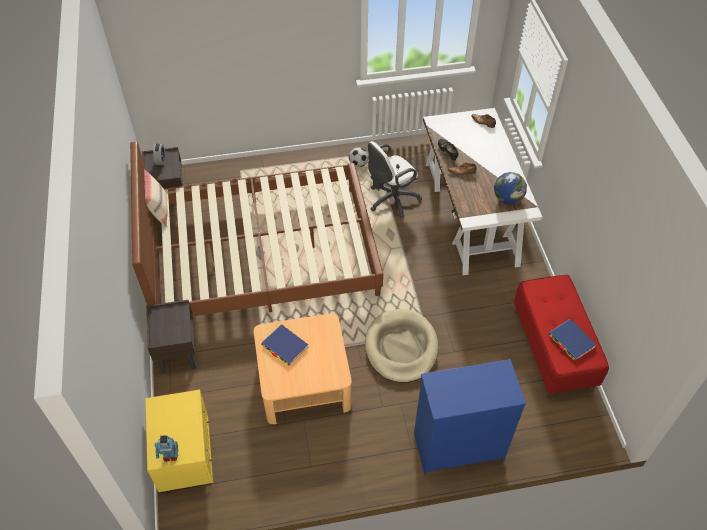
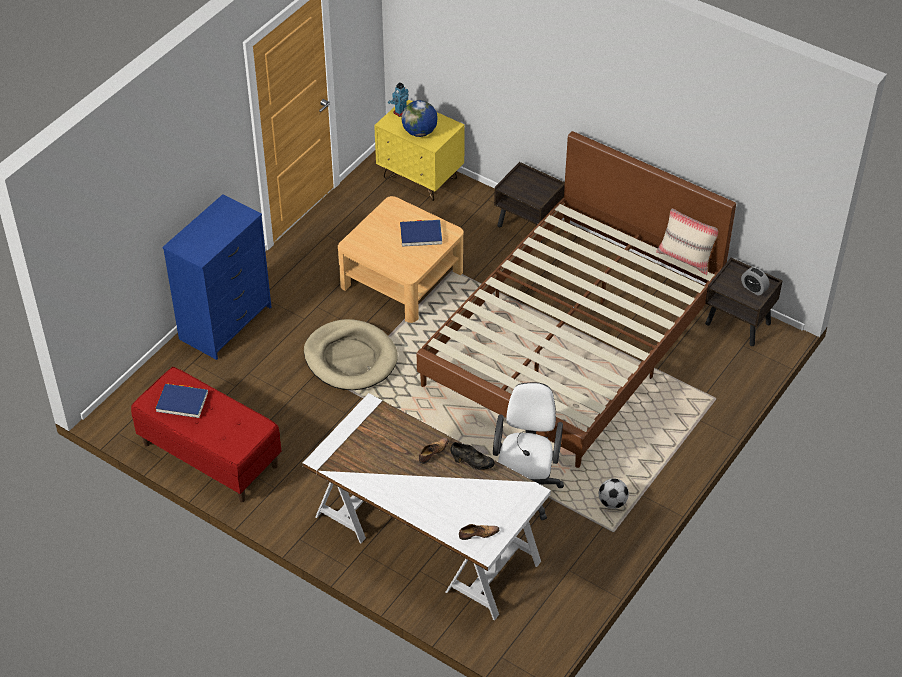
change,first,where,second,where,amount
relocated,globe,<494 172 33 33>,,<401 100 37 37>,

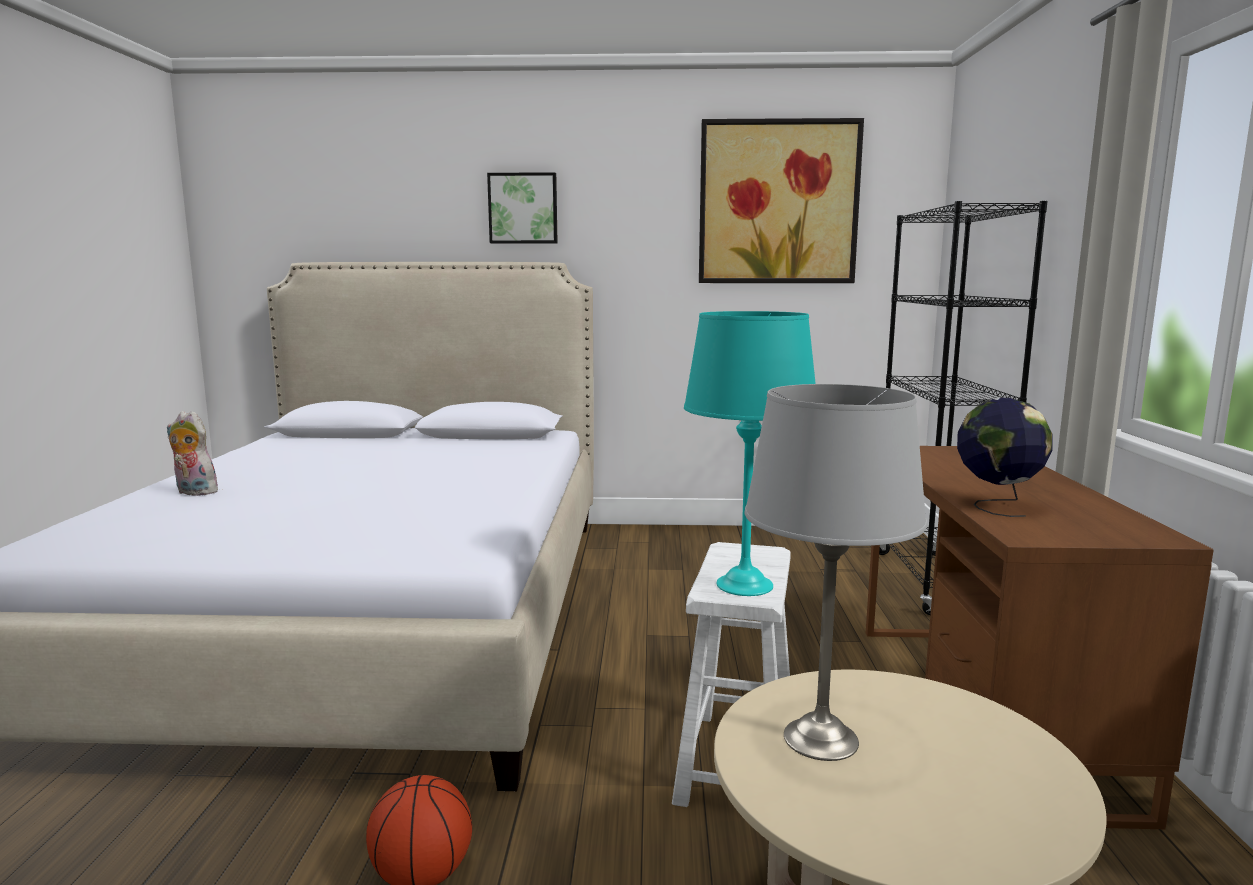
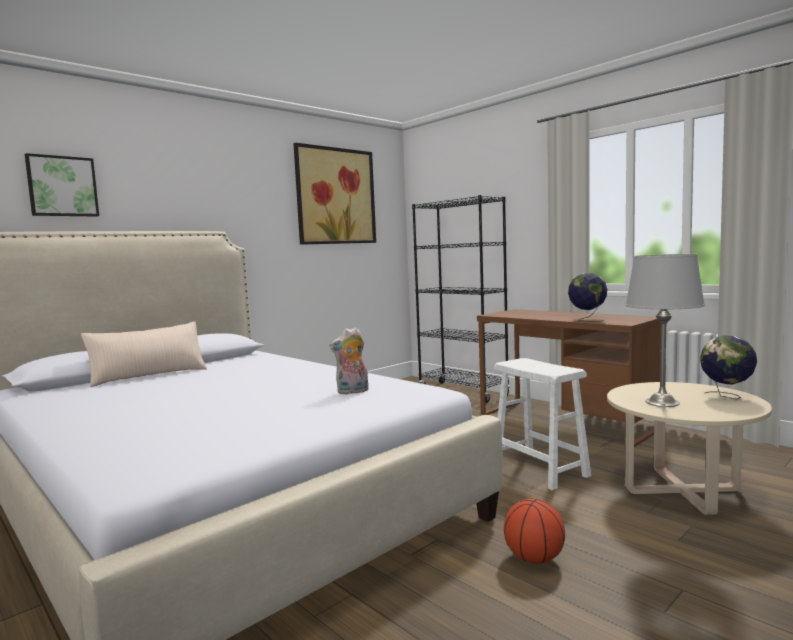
change,first,where,second,where,amount
relocated,picture,<487 172 71 71>,,<25 153 74 63>,
appeared,,,pillow (beige),<81 322 126 65>,
relocated,plush toy,<167 411 51 85>,,<329 327 40 67>,
appeared,,,globe,<700 335 57 64>,
missing,table lamp (turquoise),<684 311 132 285>,,,

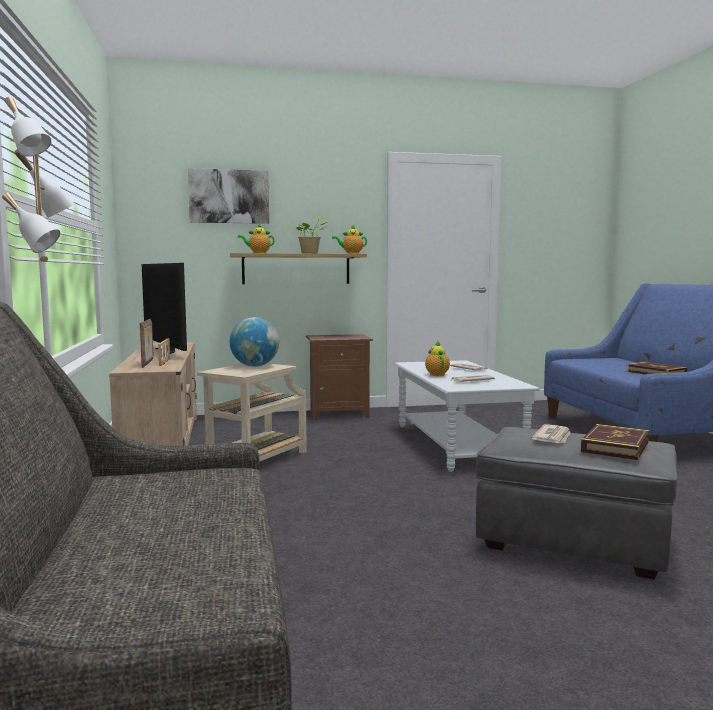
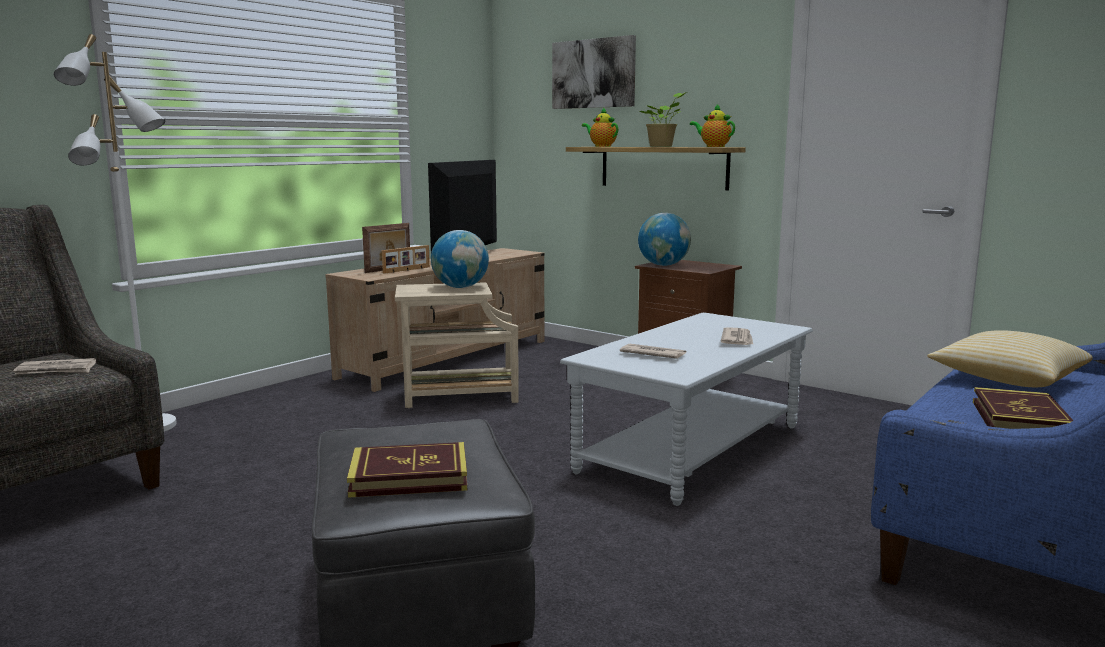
change,first,where,second,where,amount
relocated,newspaper,<532 424 39 19>,,<13 358 83 16>,
appeared,,,globe,<638 213 53 53>,
appeared,,,pillow,<927 330 166 57>,
missing,teapot,<425 341 25 35>,,,

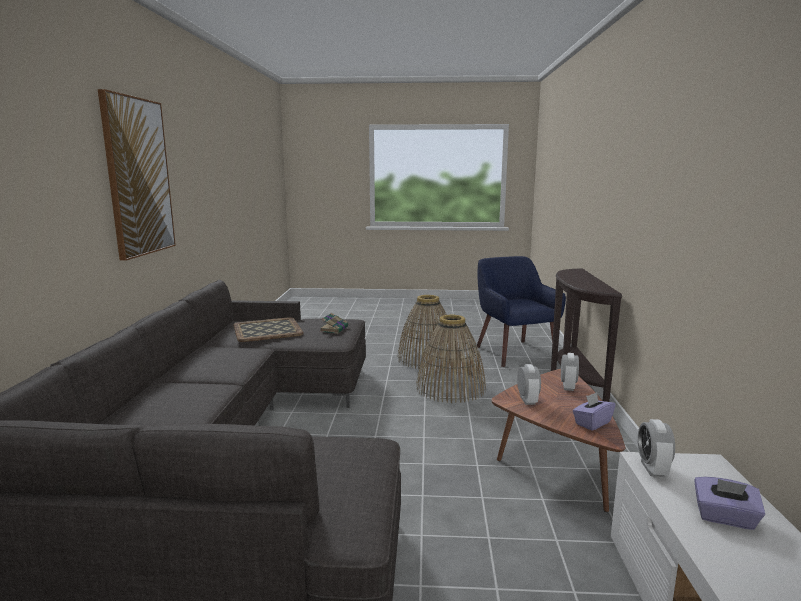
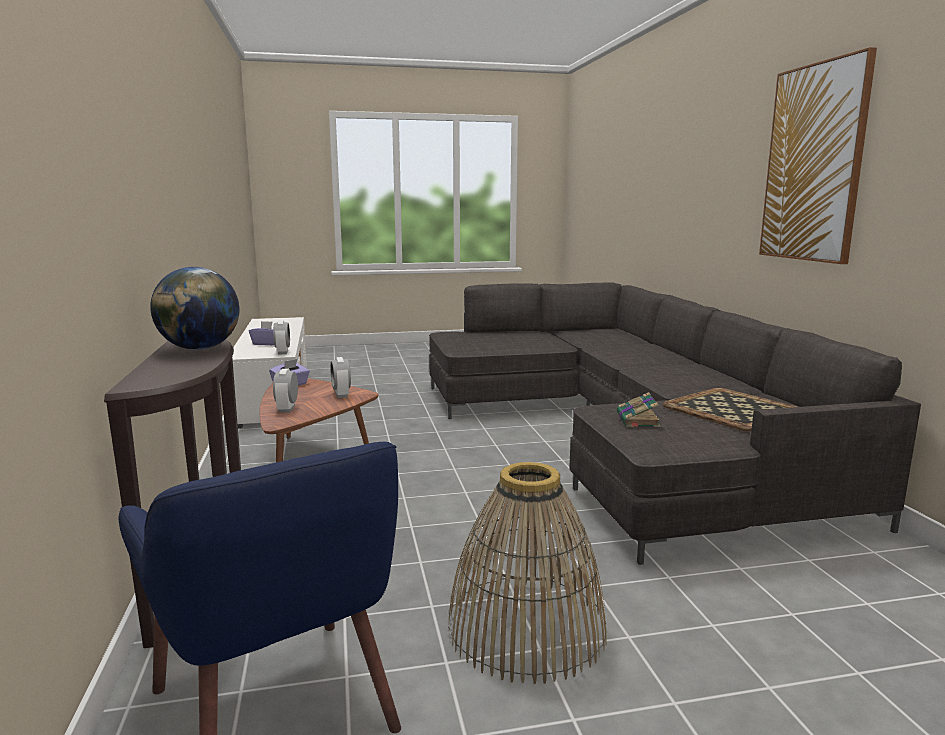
change,first,where,second,where,amount
appeared,,,globe,<150 267 89 83>,
missing,basket,<416 314 70 89>,,,

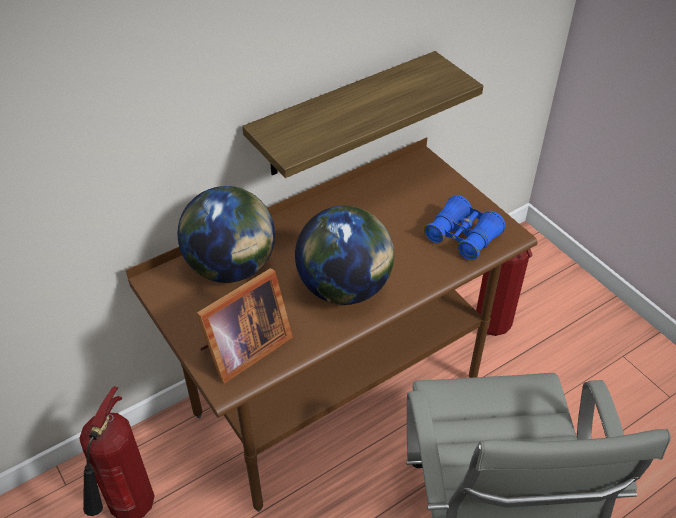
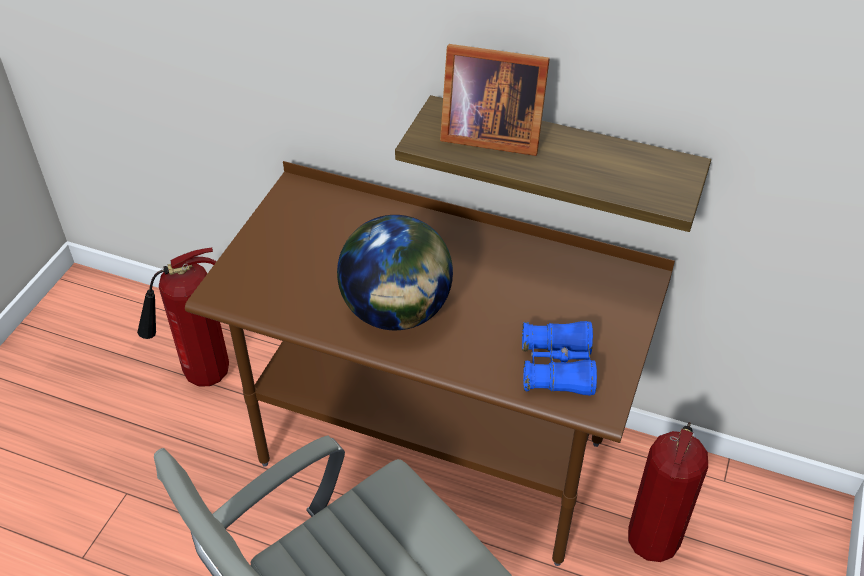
change,first,where,second,where,amount
relocated,picture frame,<197 268 96 116>,,<440 44 110 112>,
missing,globe,<178 186 97 97>,,,

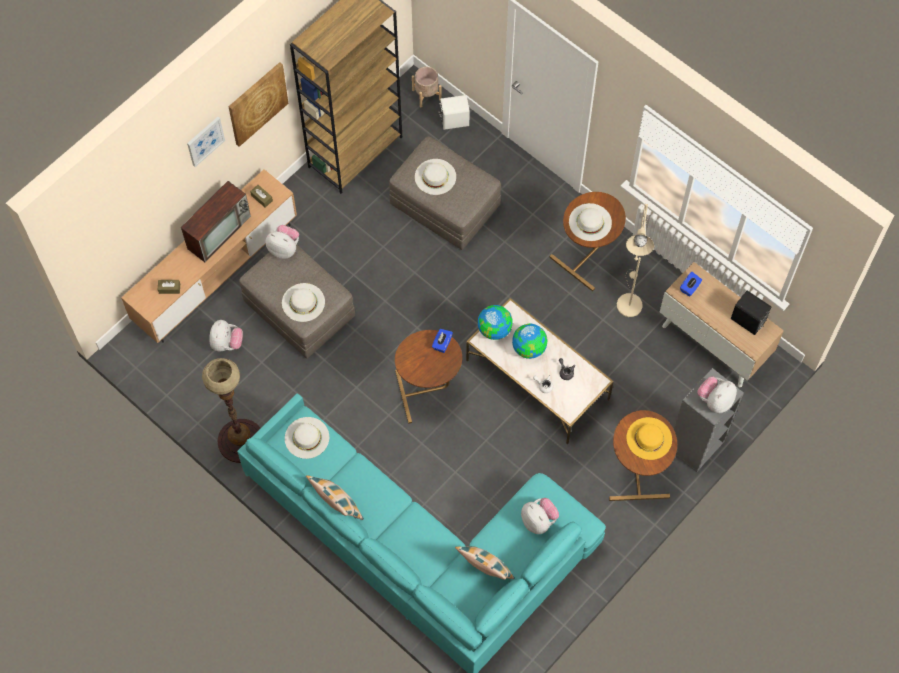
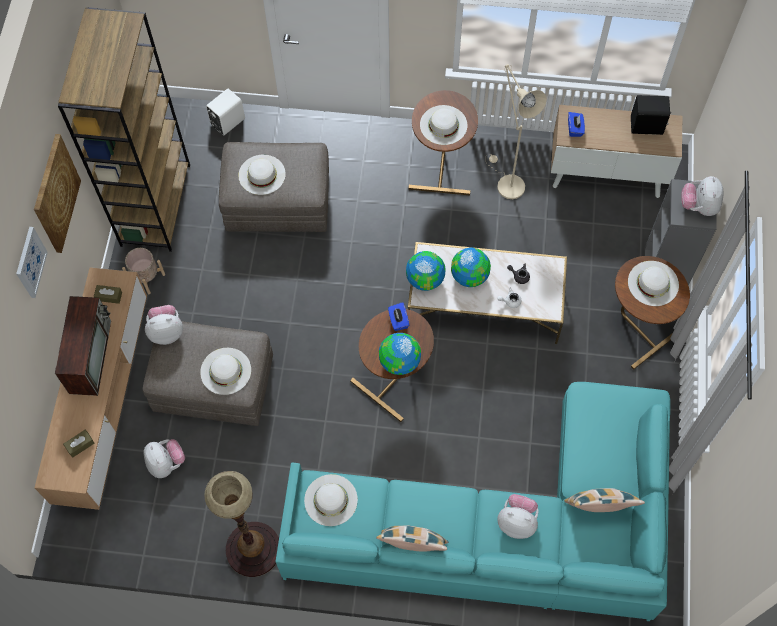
change,first,where,second,where,amount
relocated,planter (beige),<412 67 30 40>,,<122 248 43 46>,
appeared,,,globe,<379 333 42 42>,
relocated,plush toy,<521 498 38 36>,,<498 494 41 45>,
colour,hat (yellow),<626 417 46 43>,hat (white),<628 261 51 45>,

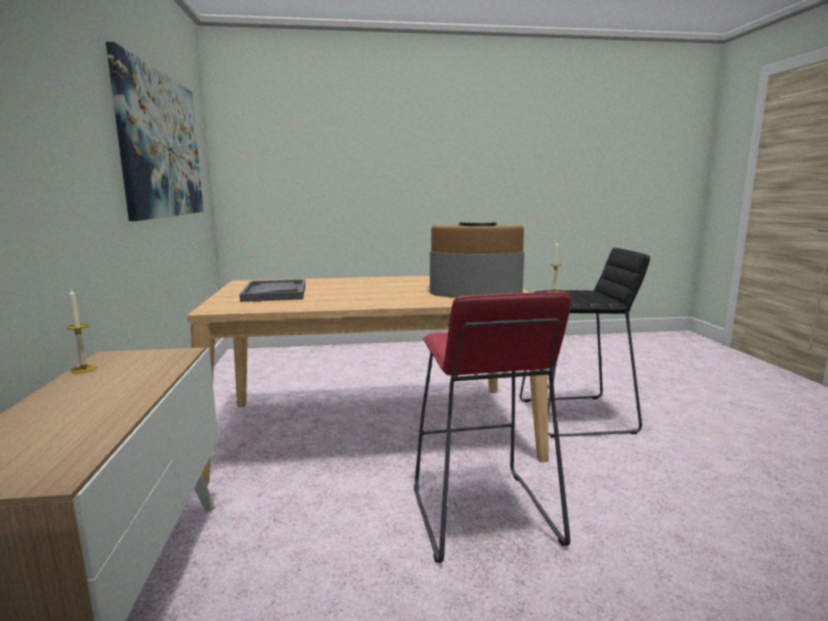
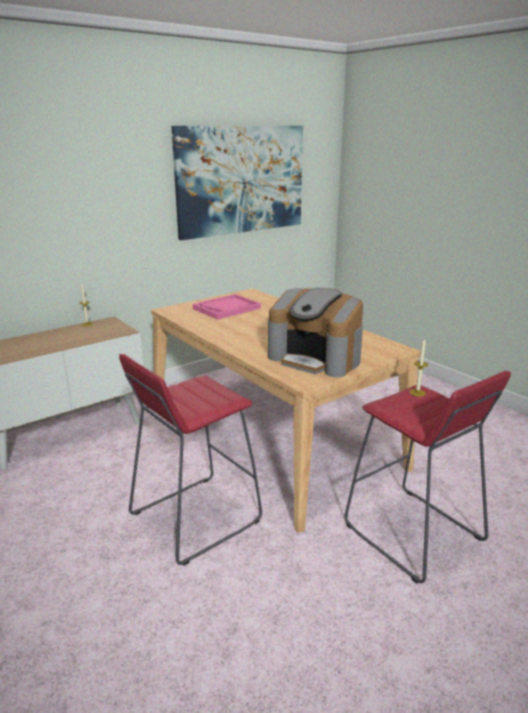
change,first,where,second,where,amount
colour,tray (grey),<240 279 65 23>,tray (pink),<193 294 68 26>,
spun,coffee machine,<430 222 94 76>,,<268 288 95 89>,150 degrees clockwise
colour,stool (black),<520 248 130 190>,stool (red),<345 371 166 213>,

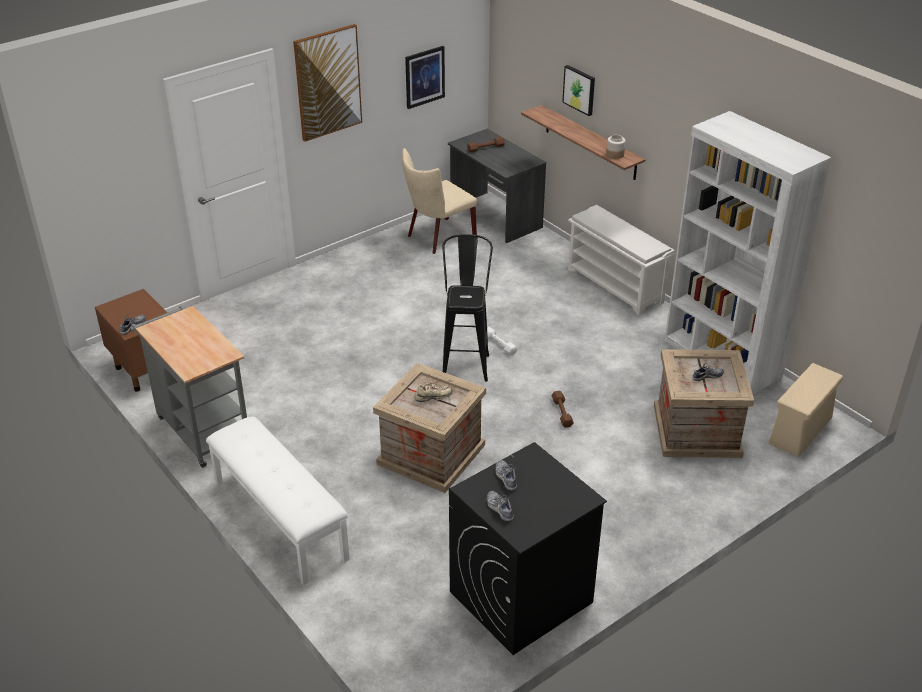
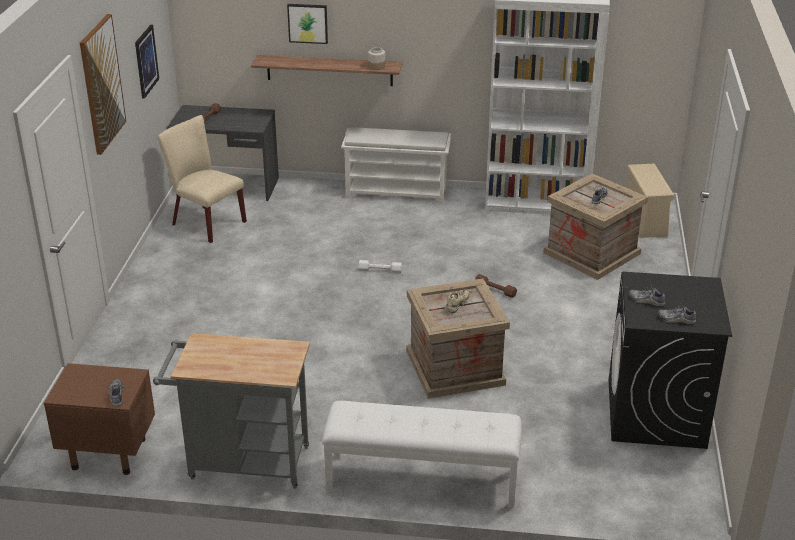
change,first,where,second,where,amount
spun,chair (beige),<402 148 75 106>,,<158 115 89 128>,120 degrees clockwise
missing,stool (black),<442 234 51 148>,,,

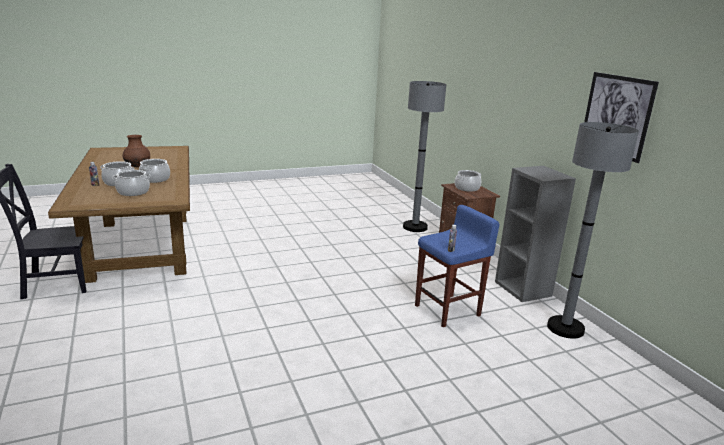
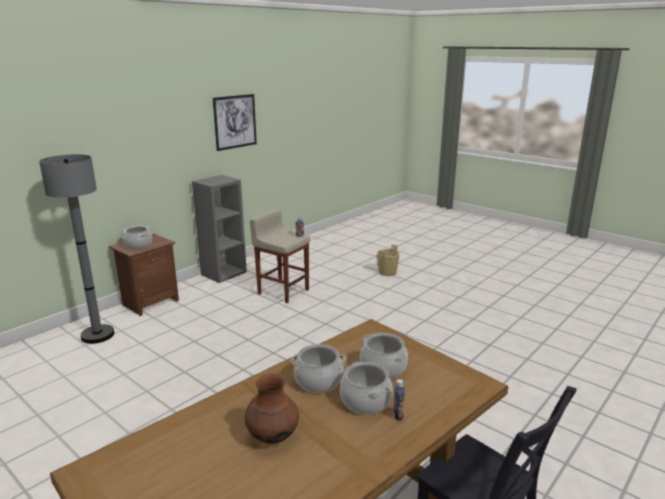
change,first,where,second,where,amount
colour,stool (blue),<415 205 84 122>,stool (beige),<250 209 60 94>,
appeared,,,bucket (beige),<377 244 23 32>,
missing,floor lamp (grey),<547 122 92 217>,,,

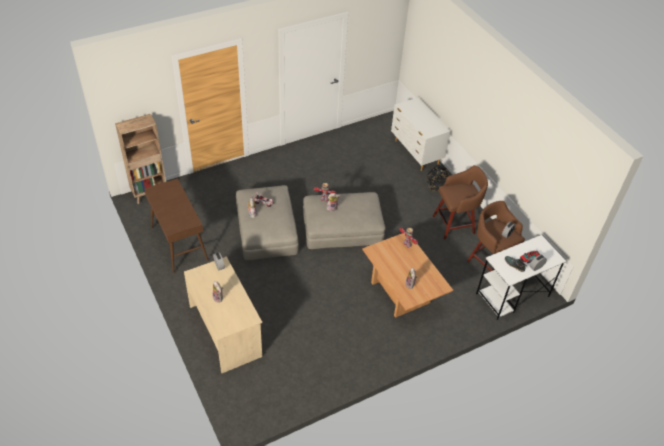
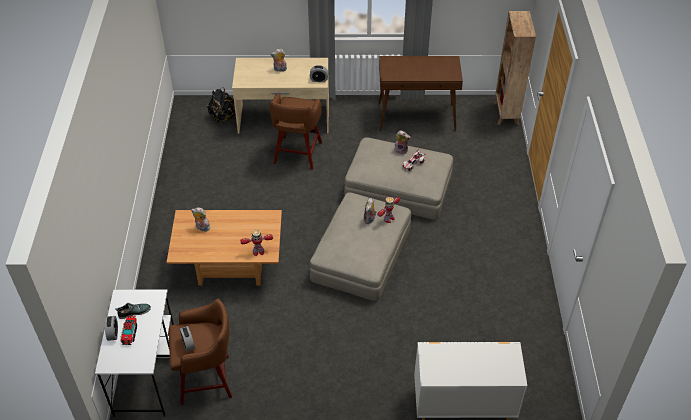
change,first,where,second,where,amount
relocated,backpack (black),<427 164 22 28>,,<207 87 28 37>,
relocated,stool (brown),<433 165 55 75>,,<270 93 52 77>,

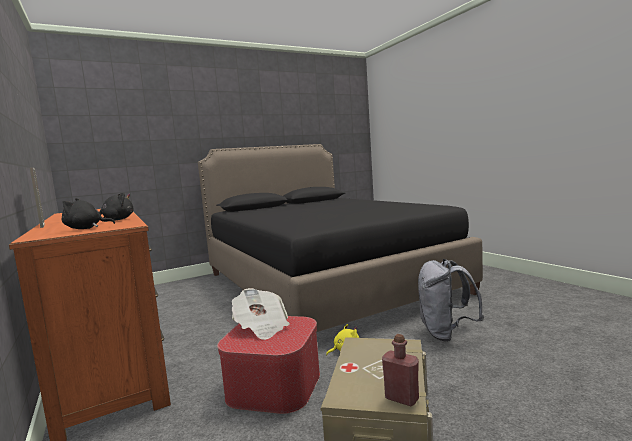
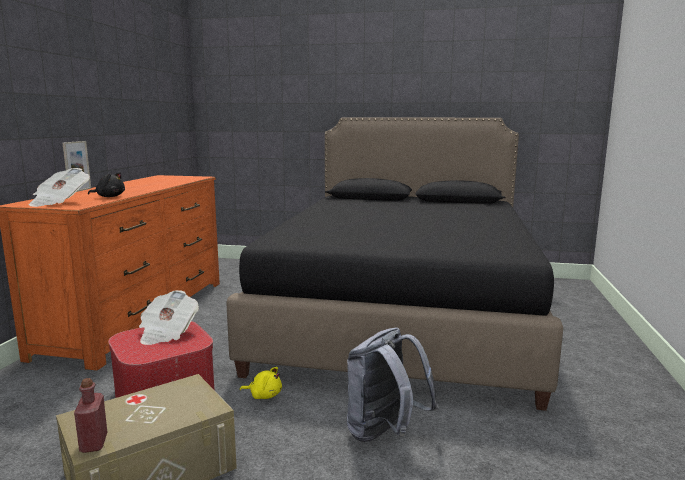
change,first,where,second,where,amount
exchanged,plush toy (black),<62 198 53 31>,newspaper,<29 168 61 39>,

